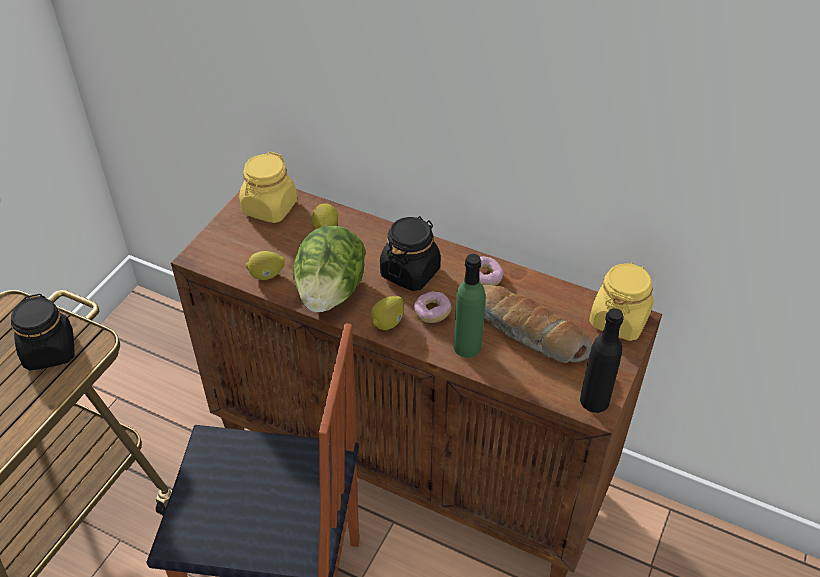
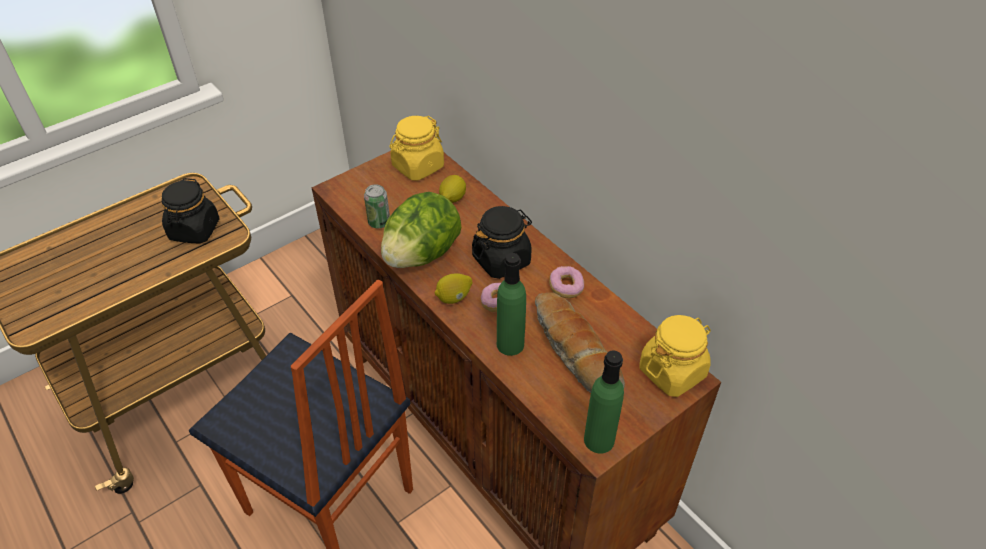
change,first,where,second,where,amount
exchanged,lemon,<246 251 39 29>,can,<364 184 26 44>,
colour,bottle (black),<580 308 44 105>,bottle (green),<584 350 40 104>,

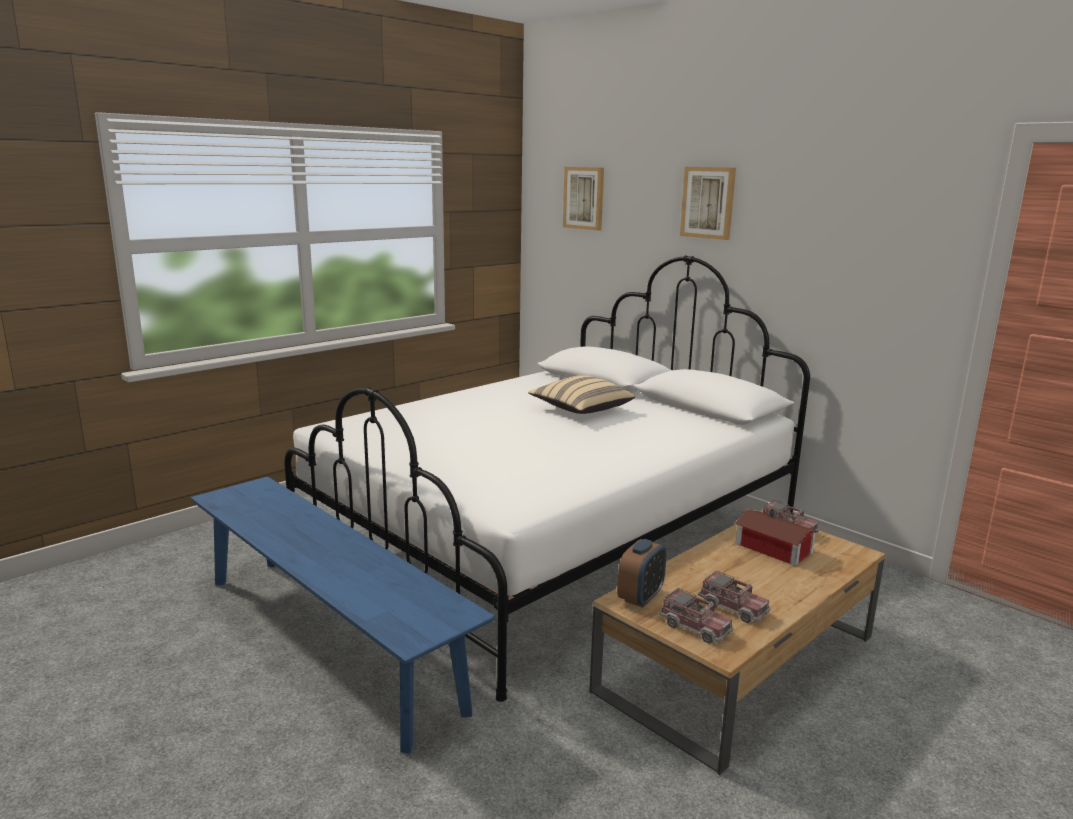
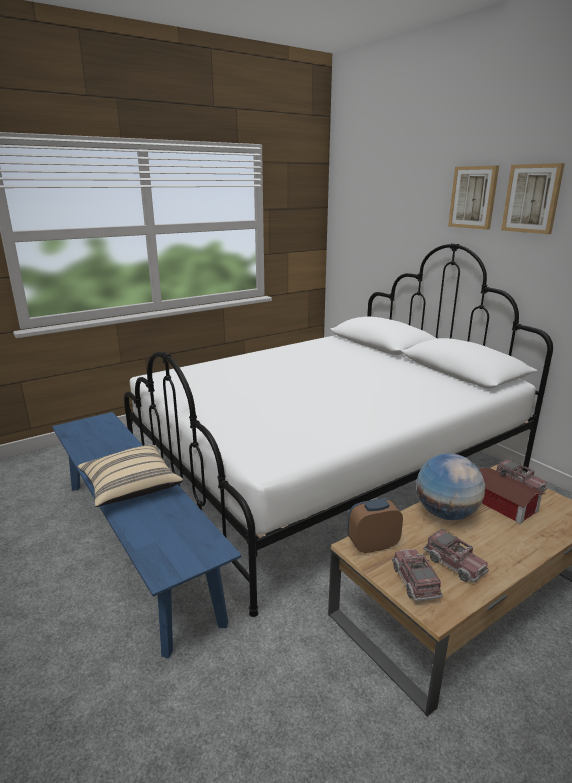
change,first,where,second,where,amount
relocated,pillow (beige),<528 375 107 39>,,<77 445 106 62>,
spun,alarm clock,<617 539 50 69>,,<347 498 56 56>,150 degrees counterclockwise
spun,toy truck,<658 588 76 56>,,<392 549 51 52>,150 degrees counterclockwise
appeared,,,globe,<416 453 69 67>,
relocated,picture,<563 167 41 64>,,<501 163 64 71>,

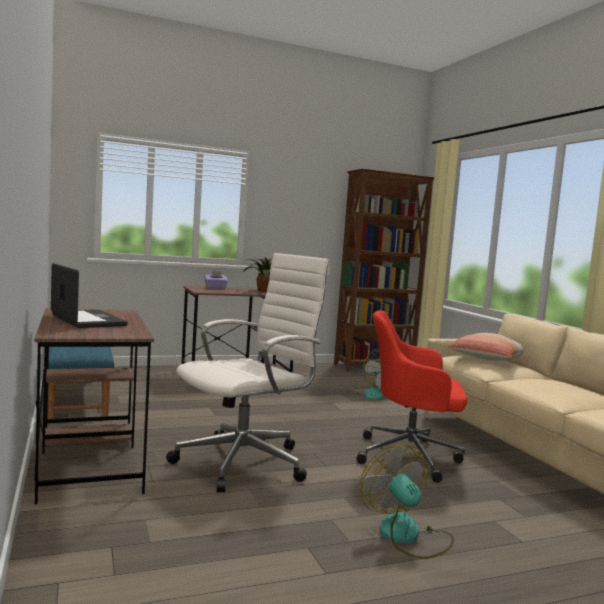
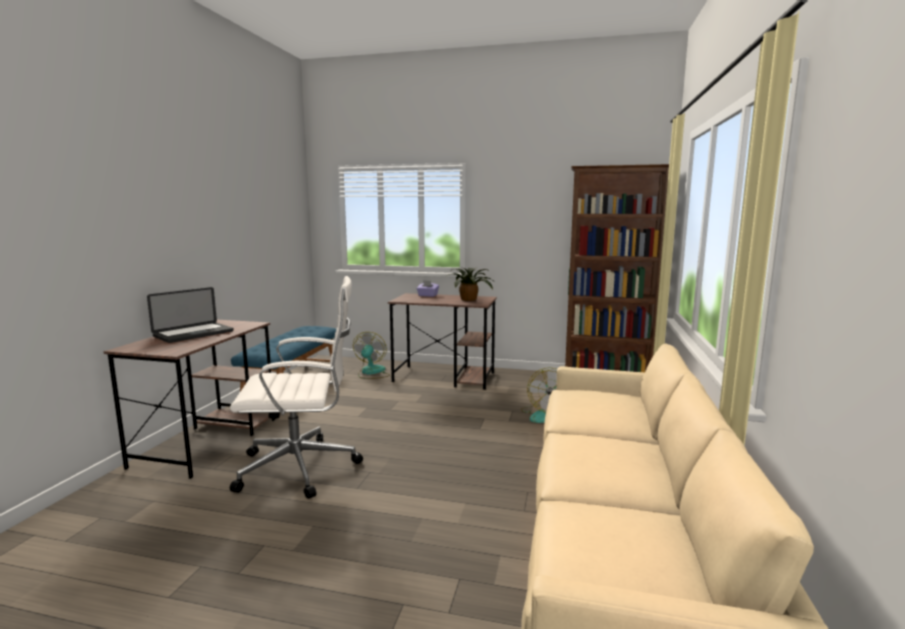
change,first,where,second,where,amount
spun,laptop,<51 263 77 65>,,<147 287 87 56>,45 degrees clockwise
relocated,fan,<360 444 94 115>,,<353 332 37 47>,
missing,office chair (red),<357 311 110 172>,,,
missing,pillow,<447 333 77 28>,,,

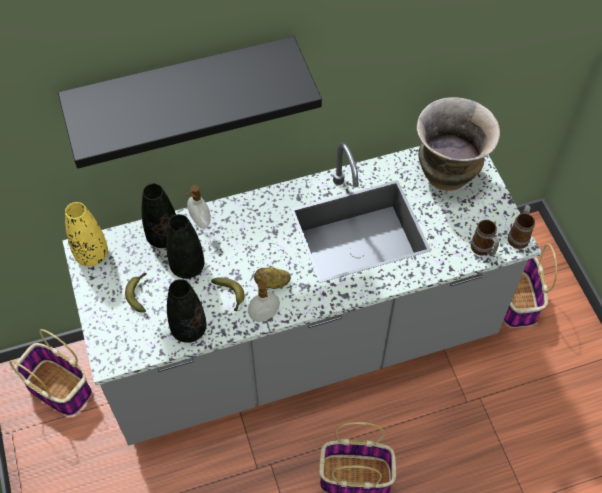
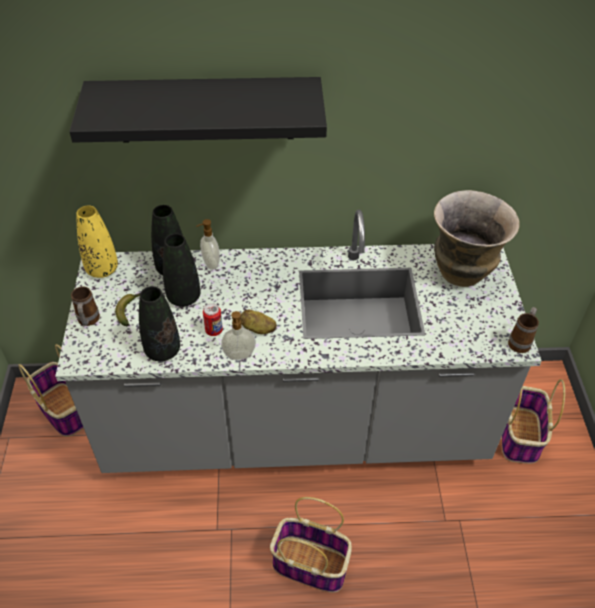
change,first,where,second,where,amount
relocated,mug,<471 220 28 36>,,<71 286 29 40>,
exchanged,banana,<211 277 34 35>,can,<203 303 20 33>,

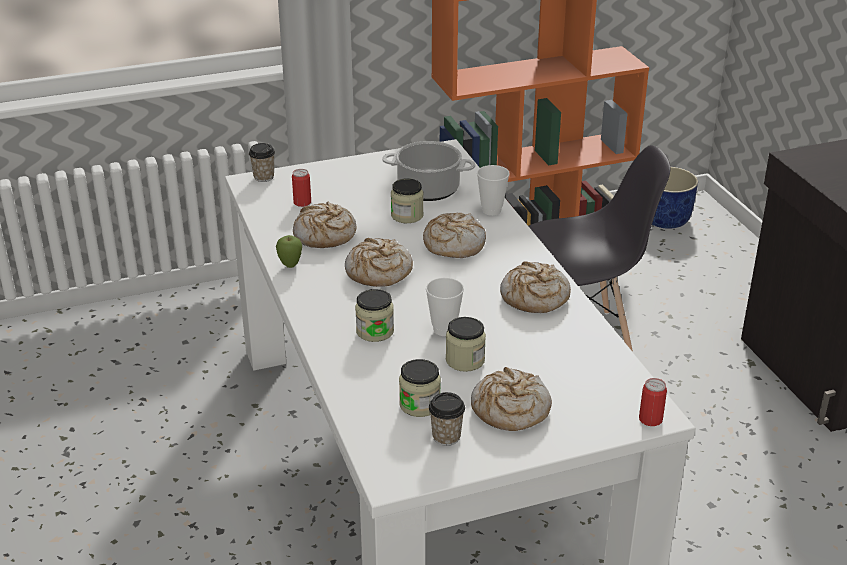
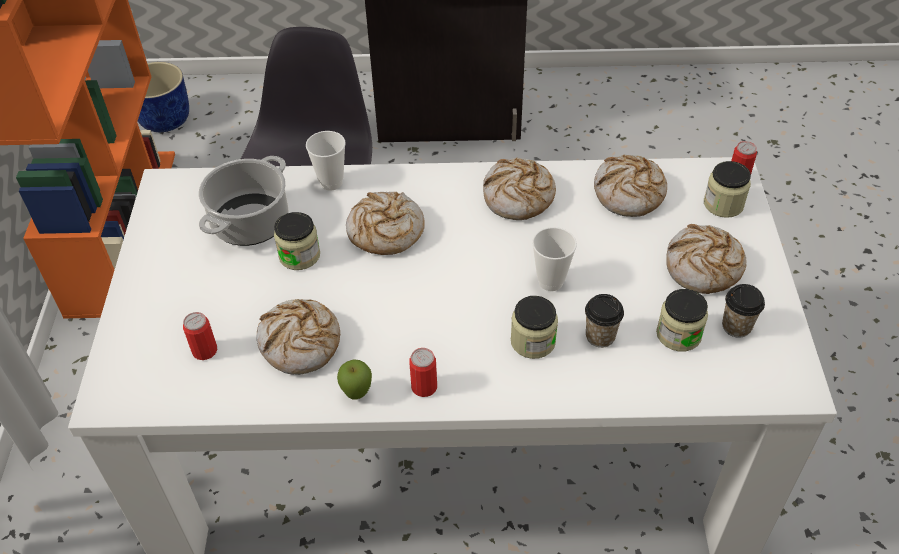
change,first,where,second,where,amount
appeared,,,can,<409 348 28 49>,
relocated,cup,<249 143 26 39>,,<585 294 39 54>,
relocated,bread,<345 238 68 49>,,<594 155 73 62>,
relocated,jar,<446 317 40 55>,,<704 161 47 57>,

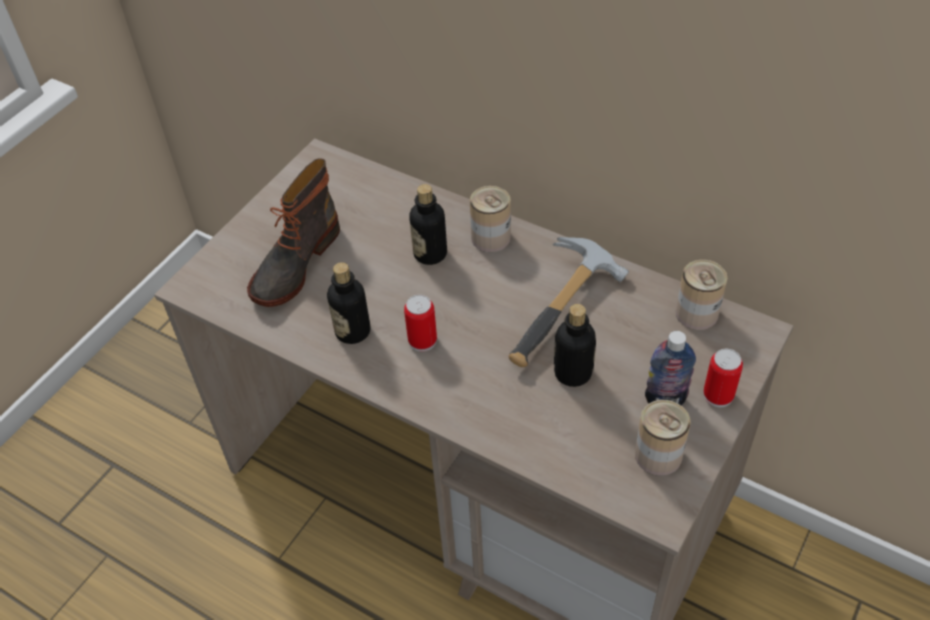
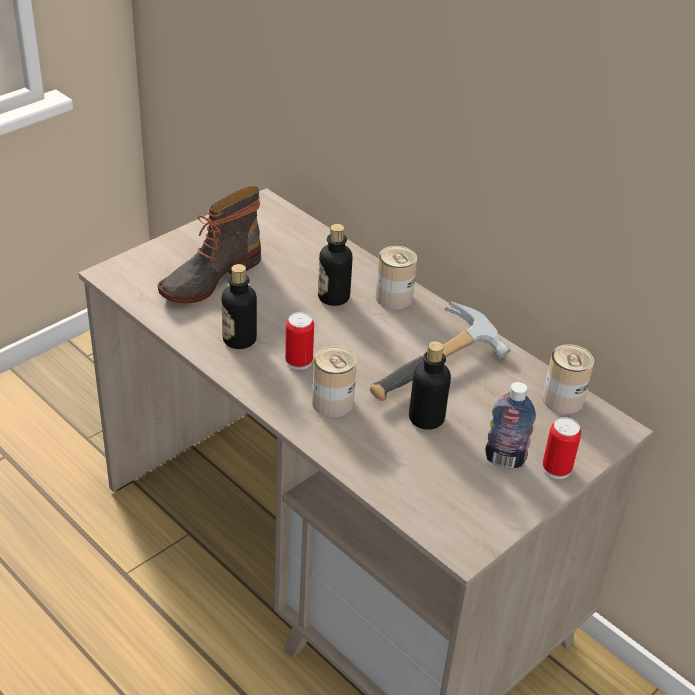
change,first,where,second,where,amount
relocated,can,<635 400 56 76>,,<312 346 45 71>,

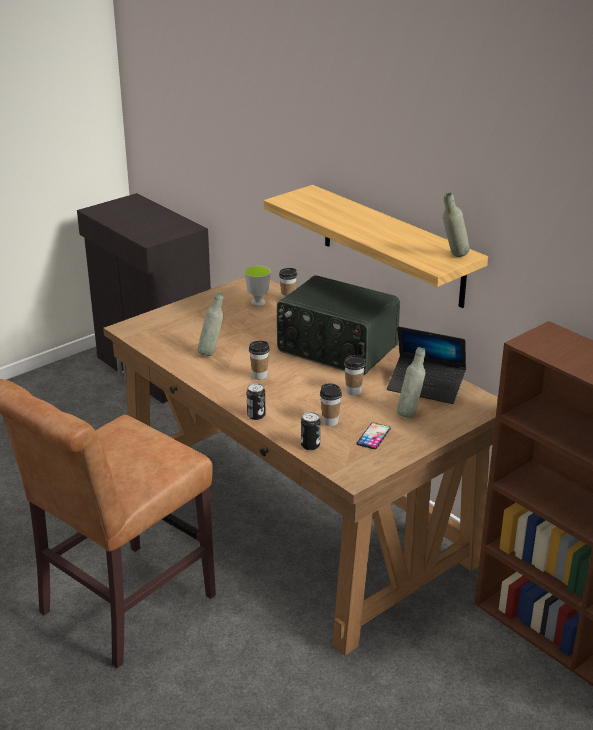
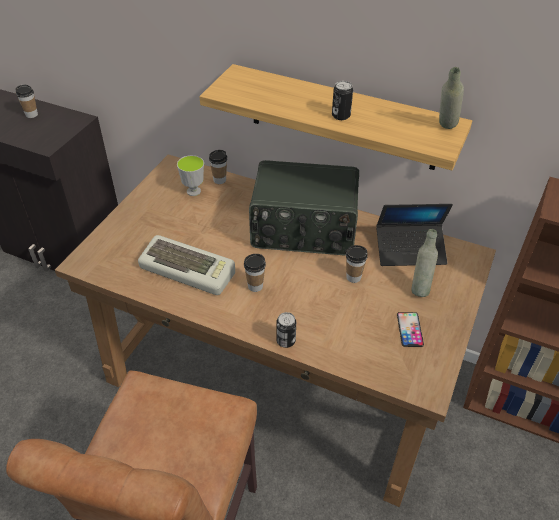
change,first,where,second,where,amount
relocated,cup,<320 383 22 43>,,<16 85 22 33>,
exchanged,bottle (grey),<198 292 25 64>,keyboard,<138 235 97 60>,
relocated,can,<301 412 19 38>,,<332 81 21 39>,

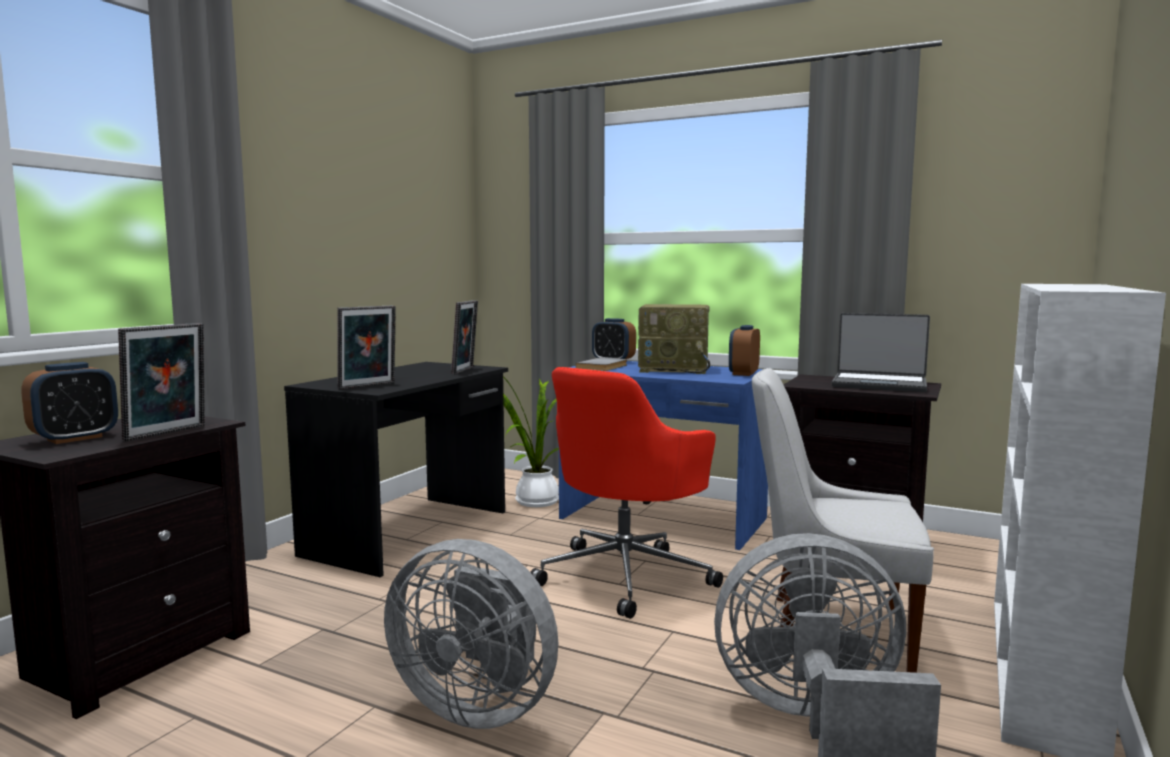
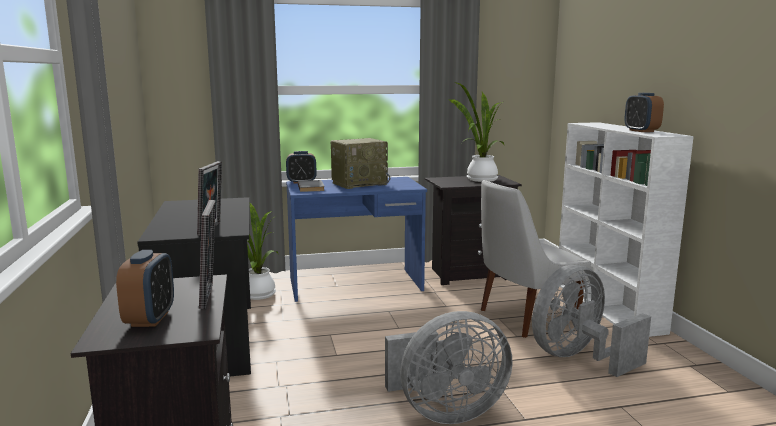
change,first,where,second,where,amount
exchanged,laptop,<831 313 99 79>,potted plant,<449 82 55 100>,
relocated,alarm clock,<729 325 31 51>,,<624 93 40 39>,
missing,picture frame,<451 300 27 75>,,,
missing,office chair (red),<530 367 193 252>,,,

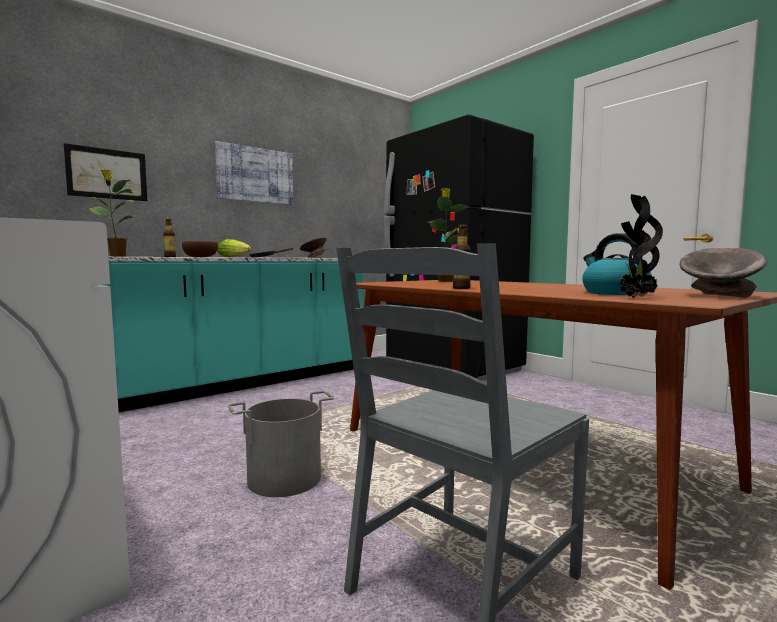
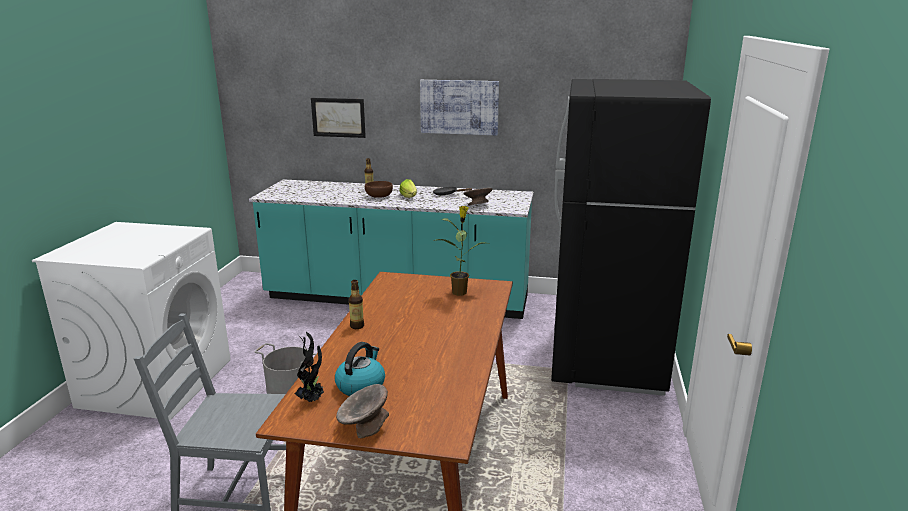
change,first,where,second,where,amount
missing,potted plant,<89 169 46 88>,,,

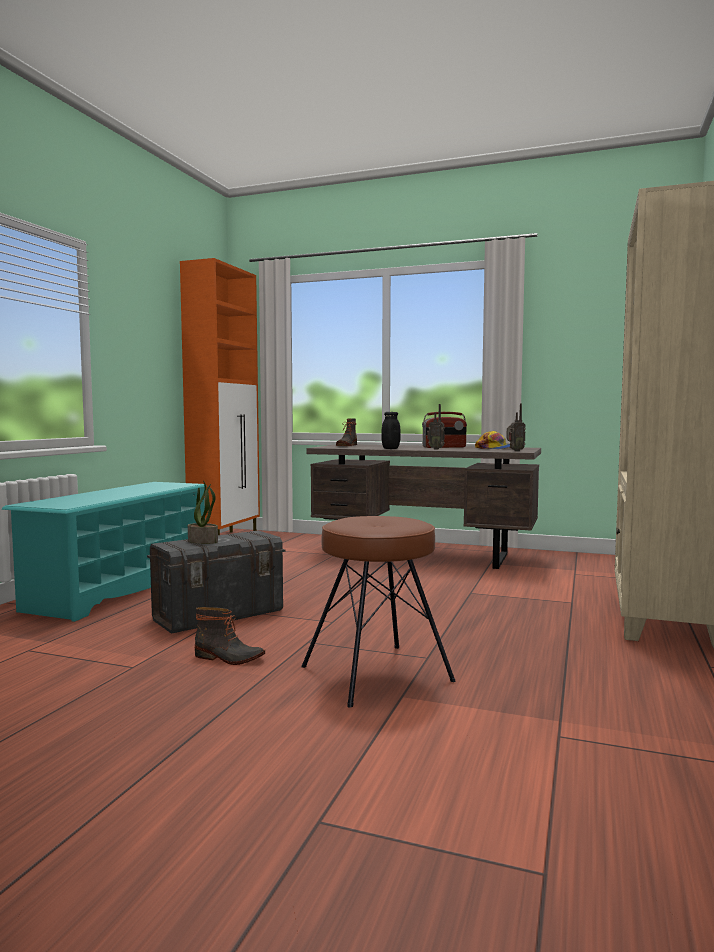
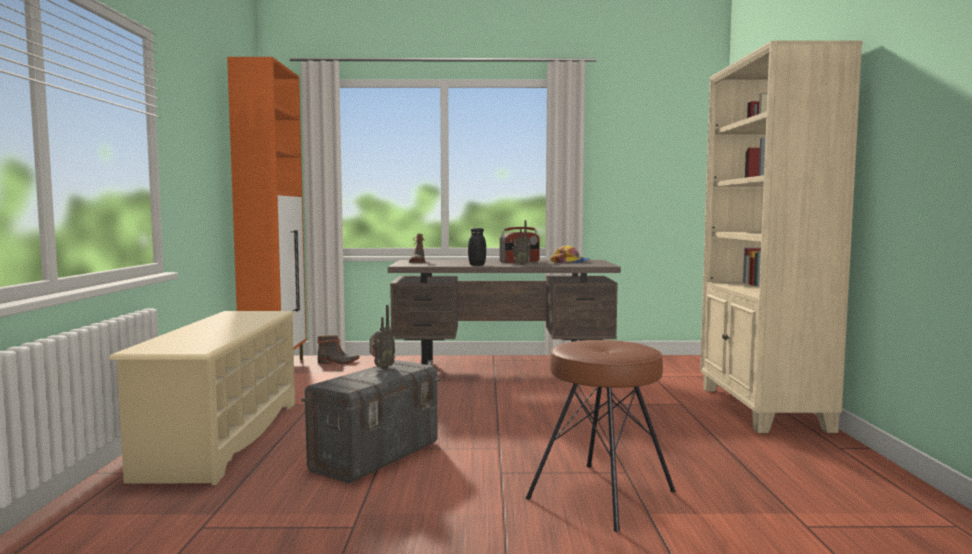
change,first,where,second,where,amount
colour,shoe rack (turquoise),<2 482 205 140>,shoe rack (beige),<108 311 187 174>,
relocated,boot,<195 607 70 58>,,<317 335 43 29>,
relocated,radio,<506 404 20 47>,,<370 305 25 64>,
missing,potted plant,<188 480 30 64>,,,

